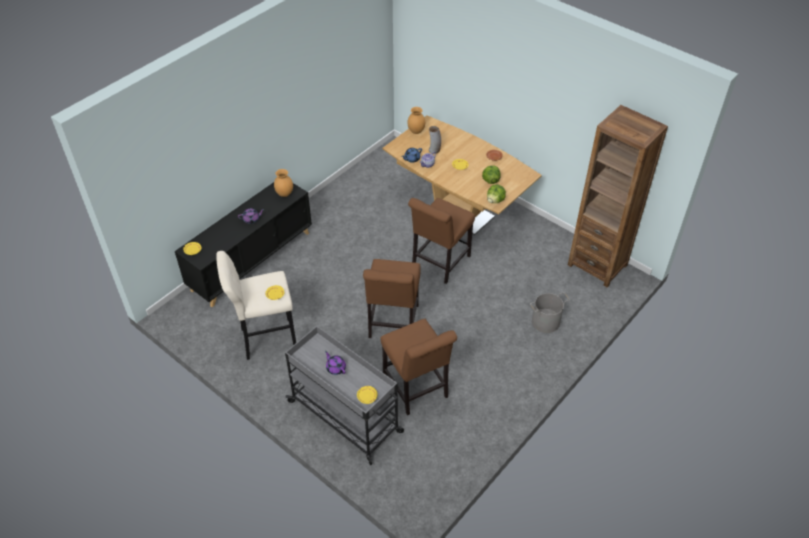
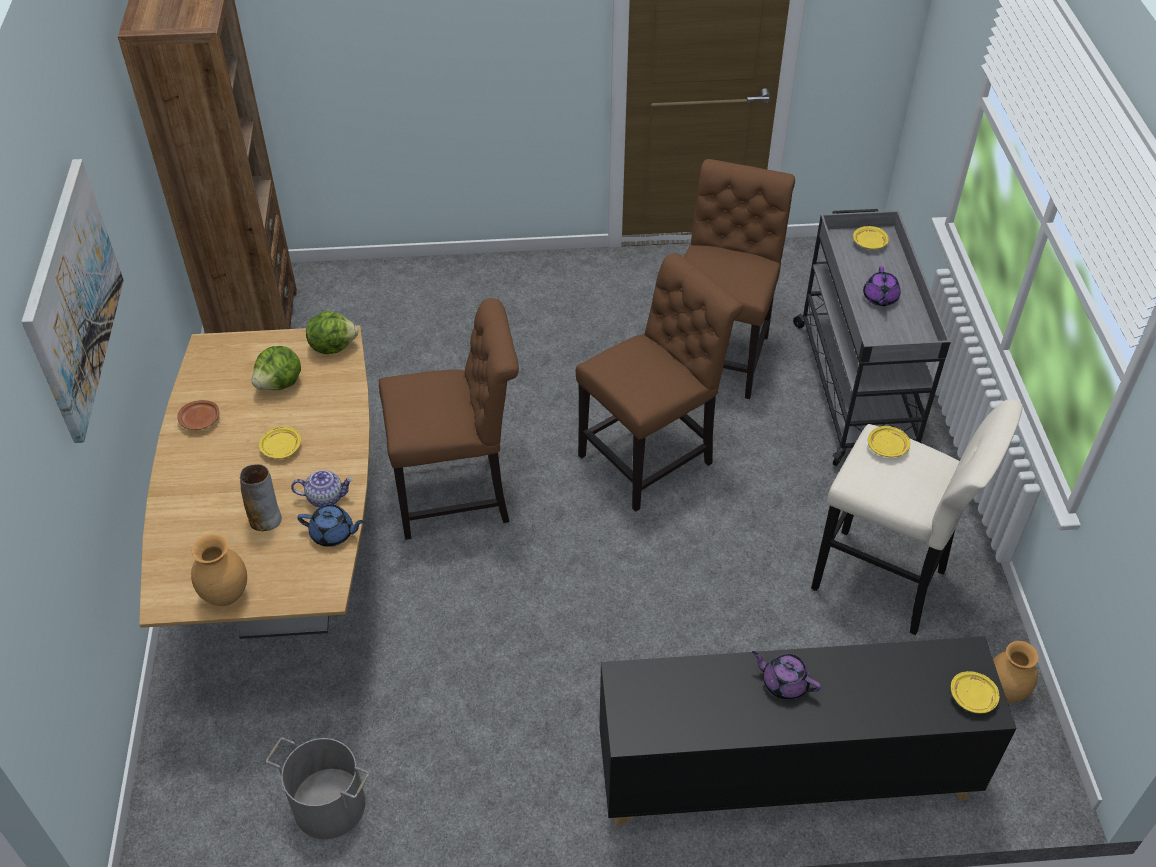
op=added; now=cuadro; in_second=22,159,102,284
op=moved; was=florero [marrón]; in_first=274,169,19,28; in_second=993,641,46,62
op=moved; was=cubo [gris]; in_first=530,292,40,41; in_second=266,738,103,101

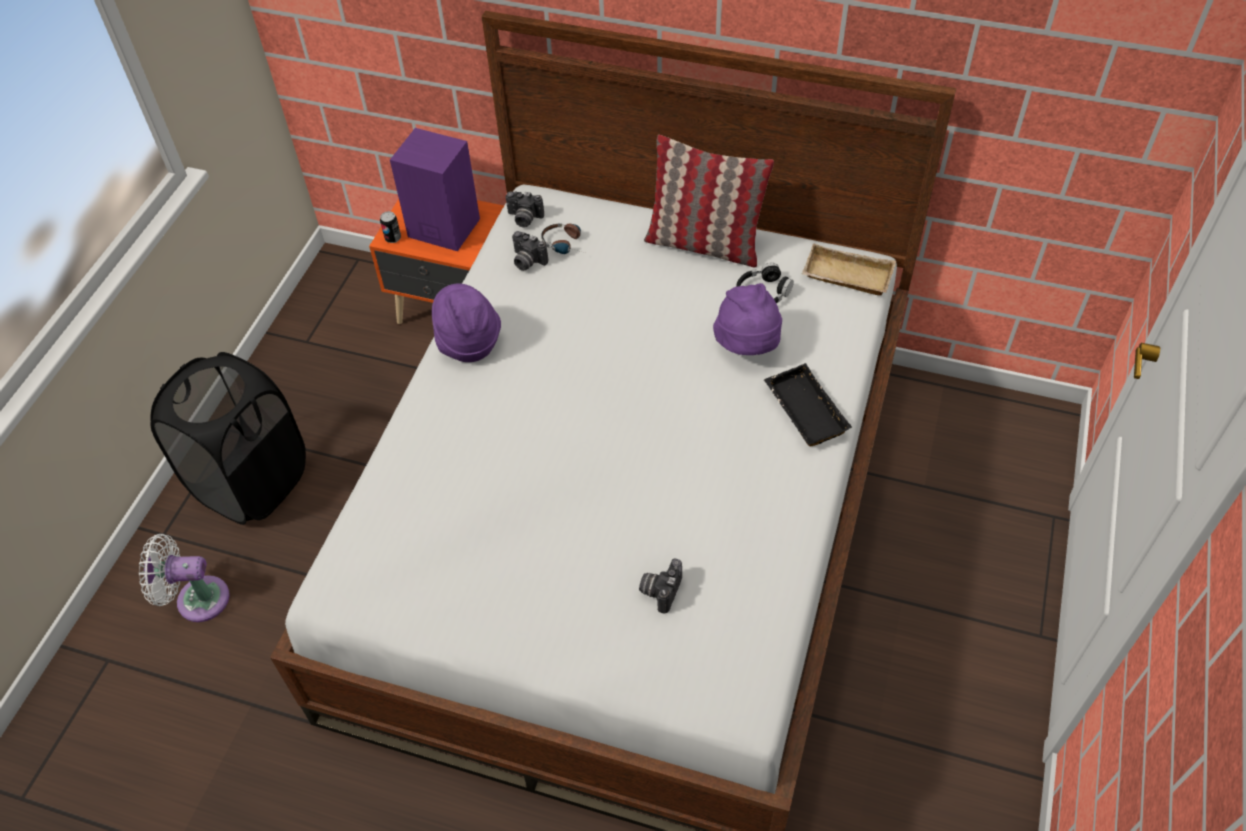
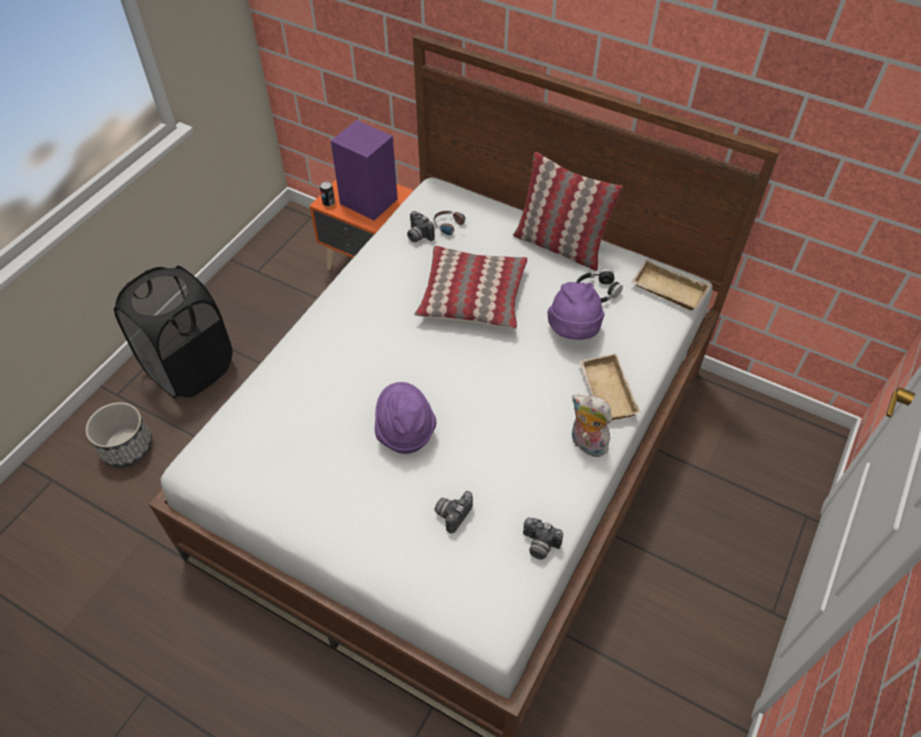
op=added; now=cojín; in_second=414,246,114,83
op=added; now=peluche; in_second=572,395,40,62
op=moved; was=sombrero [morado]; in_first=432,283,69,79; in_second=375,382,61,72
op=moved; was=cámara; in_first=505,191,39,36; in_second=523,517,40,43
op=replaced; was=ventilador [blanco]; now=maceta; in_first=139,534,91,88; in_second=86,402,66,66
op=recoloured; was=bandeja [negro]; now=bandeja [beis]; in_first=764,363,88,83; in_second=579,354,61,67

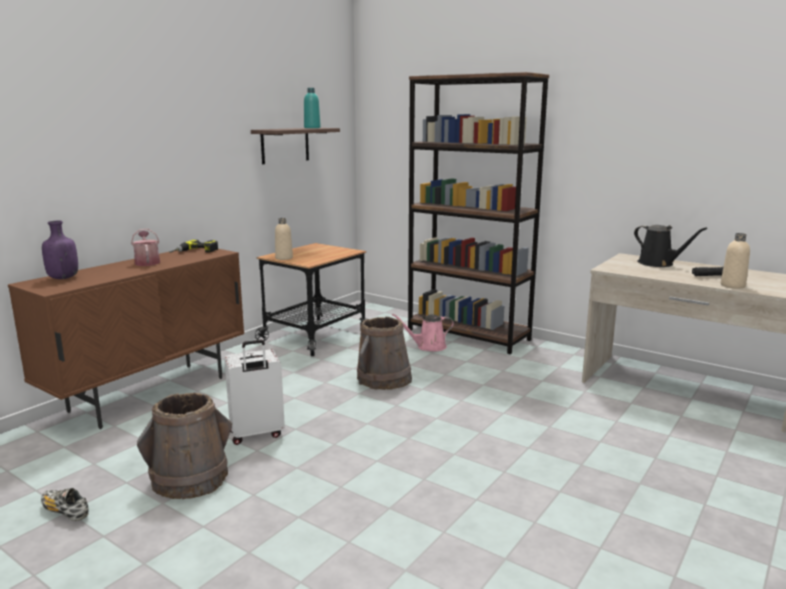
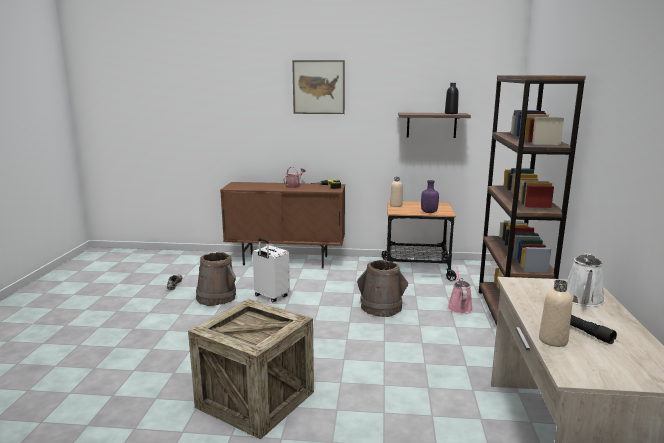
op=added; now=caja de embalaje; in_second=188,299,126,141
op=added; now=cuadro; in_second=292,60,53,54
op=moved; was=botella [morado]; in_first=42,221,36,58; in_second=421,180,18,33
op=recoloured; was=botella [turquesa]; now=botella [negro]; in_first=304,88,17,40; in_second=445,83,14,31
op=recoloured; was=regadera [negro]; now=regadera [blanco]; in_first=634,225,73,42; in_second=567,253,38,54
op=turned; was=regadera [rosa]; in_first=392,314,62,37; in_second=448,266,25,48; clockwise=45

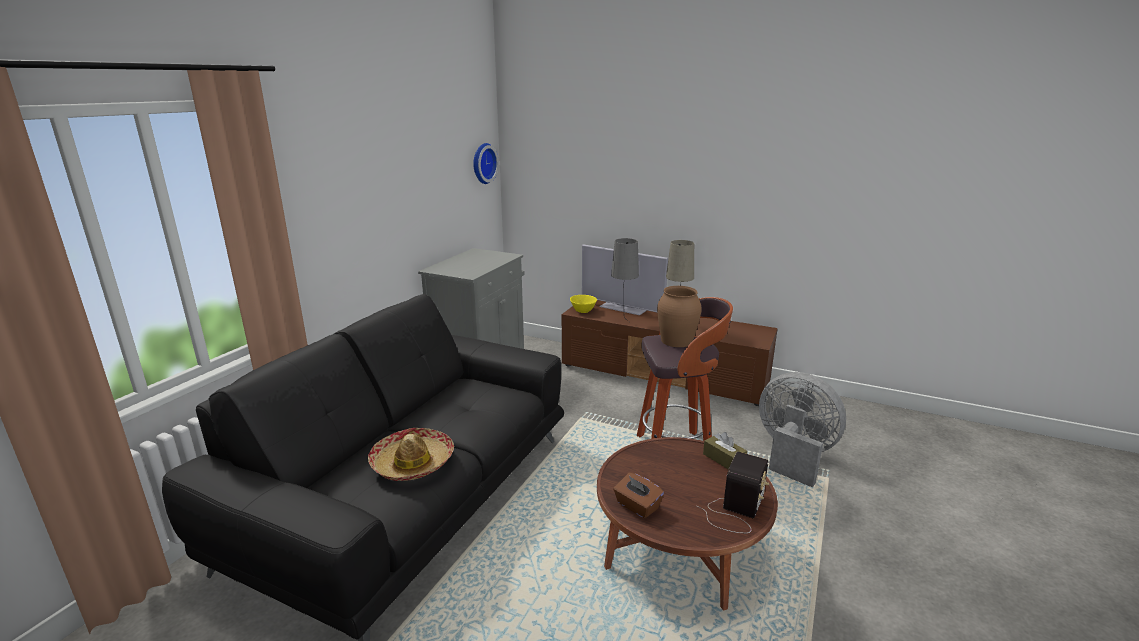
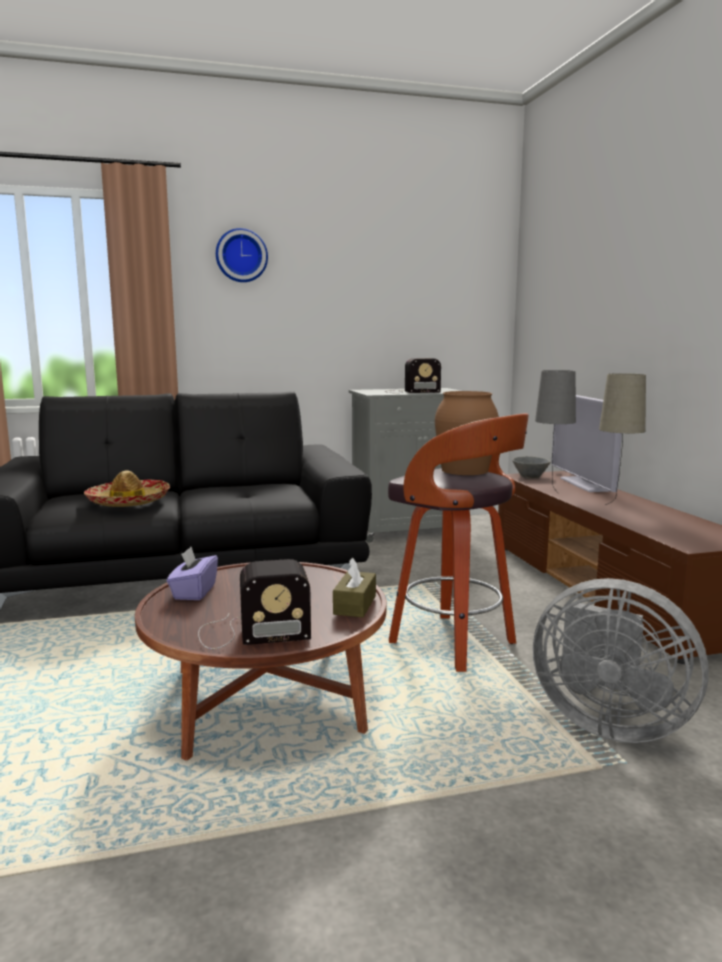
op=added; now=radio; in_second=385,358,56,35
op=moved; was=reloj de pared; in_first=473,143,26,41; in_second=216,228,52,54
op=recoloured; was=cuenco [amarillo]; now=cuenco [gris]; in_first=570,295,27,18; in_second=513,456,38,23
op=recoloured; was=caja de pañuelos [marrón]; now=caja de pañuelos [morado]; in_first=613,472,51,46; in_second=167,547,51,53
op=turned; was=ventilador [gris]; in_first=759,372,87,115; in_second=533,578,176,165; clockwise=120

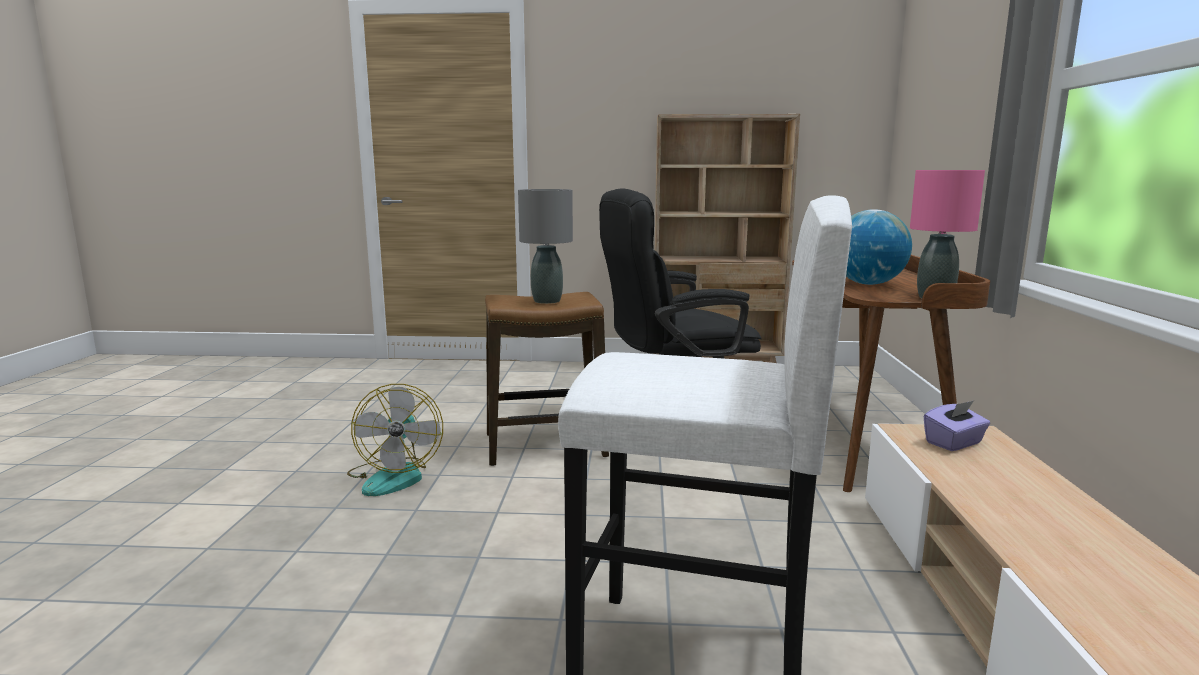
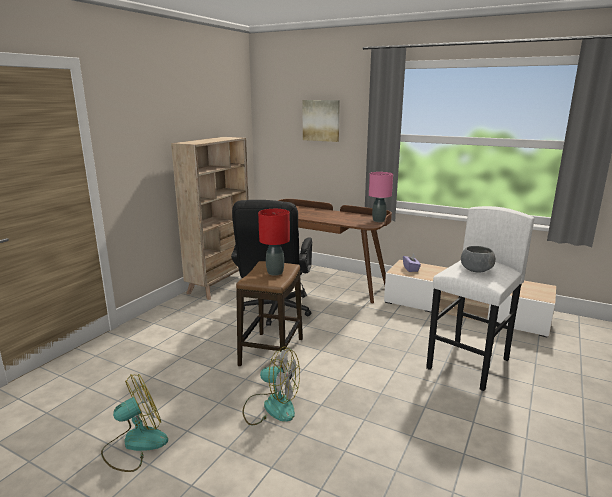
op=removed; was=globo terráqueo; in_first=846,209,66,76
op=added; now=ventilador; in_second=101,374,67,98
op=added; now=cuadro; in_second=303,100,37,42
op=added; now=cuenco [gris]; in_second=461,246,35,27
op=recoloured; was=lámpara de mesa [gris]; now=lámpara de mesa [rojo]; in_first=518,189,55,115; in_second=258,209,32,67

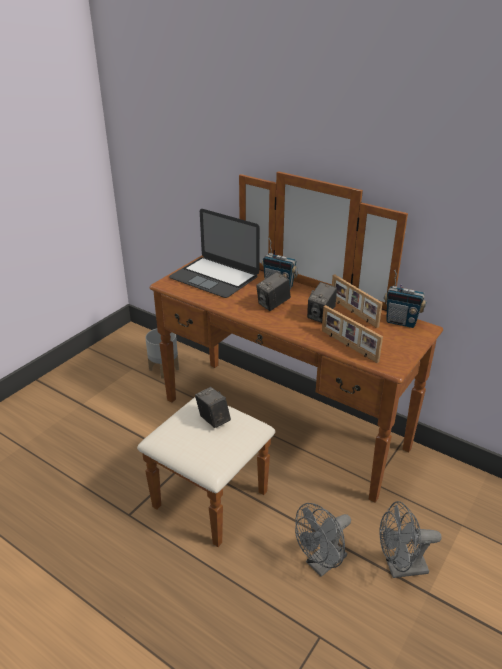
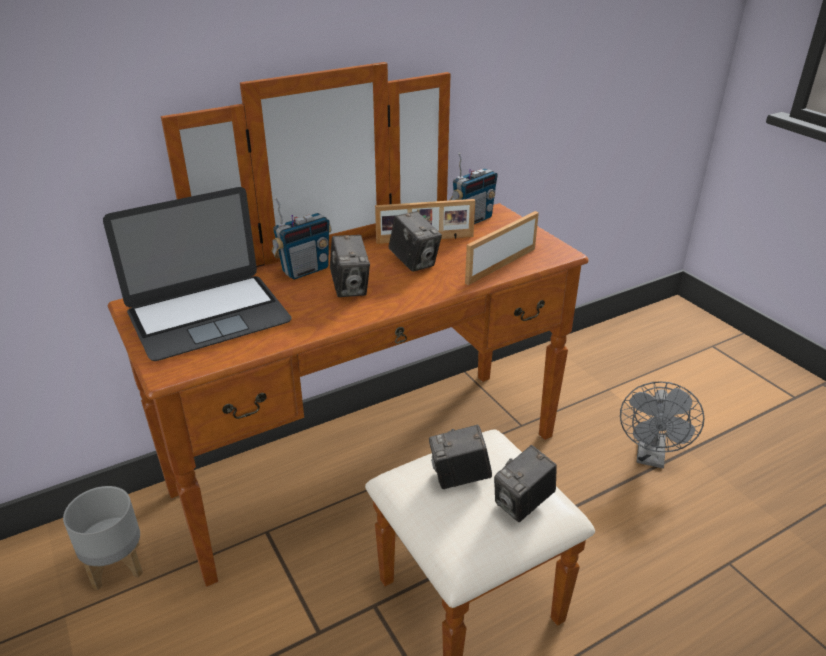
op=removed; was=ventilador [gris]; in_first=295,503,56,74
op=added; now=cámara; in_second=494,445,63,77
op=turned; was=portarretratos; in_first=322,305,61,58; in_second=465,211,74,74; clockwise=150

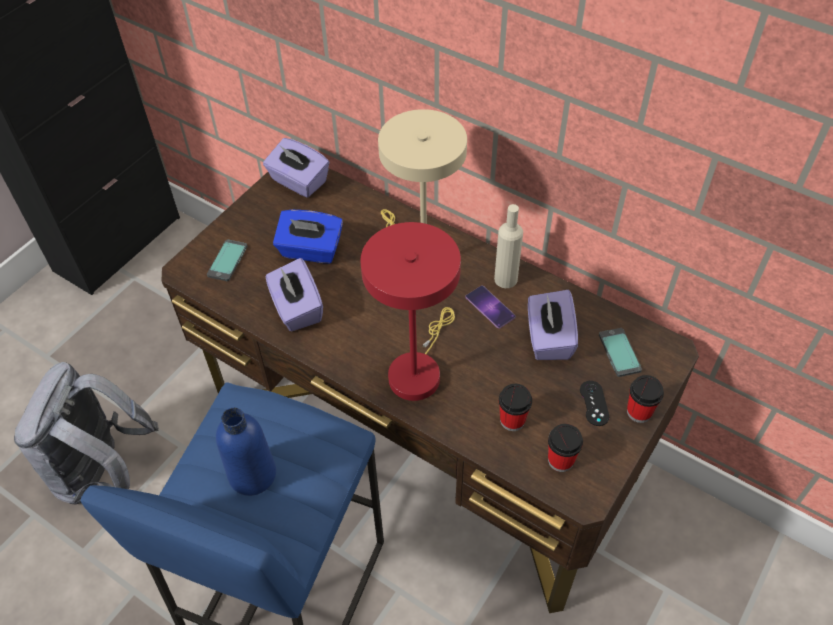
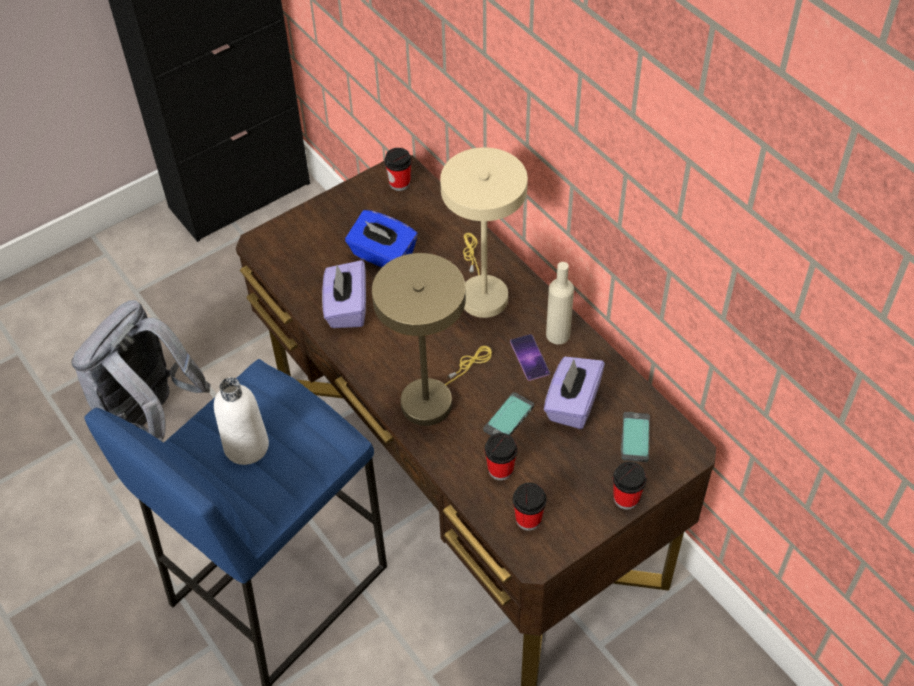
op=removed; was=mando de consola [negro]; in_first=580,381,29,45
op=moved; was=móvil; in_first=207,239,40,42; in_second=483,392,51,44
op=replaced; was=caja de pañuelos [morado]; now=taza; in_first=263,138,66,60; in_second=384,148,28,43
op=recoloured; was=botella [azul]; now=botella [blanco]; in_first=216,408,60,88; in_second=214,377,55,88
op=recoloured; was=lámpara de mesa [rojo]; now=lámpara de mesa [beis]; in_first=360,222,101,179; in_second=372,253,120,173

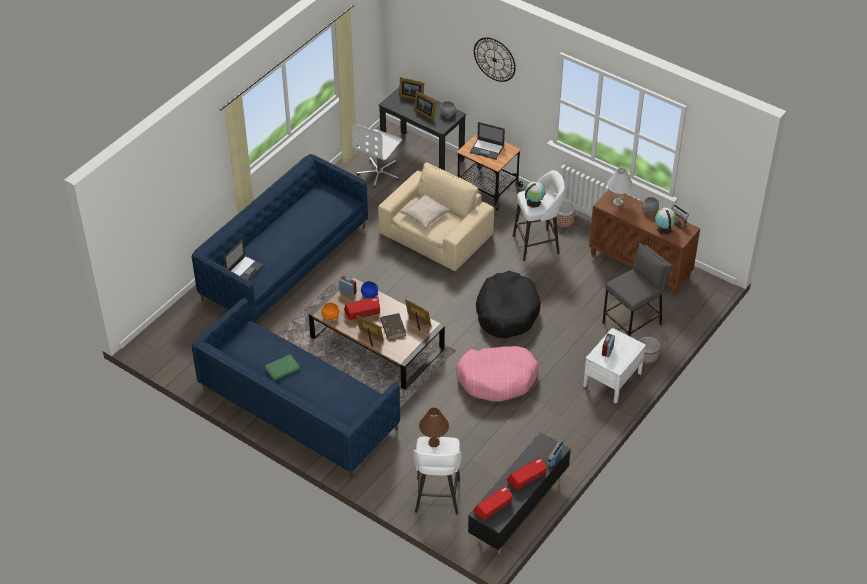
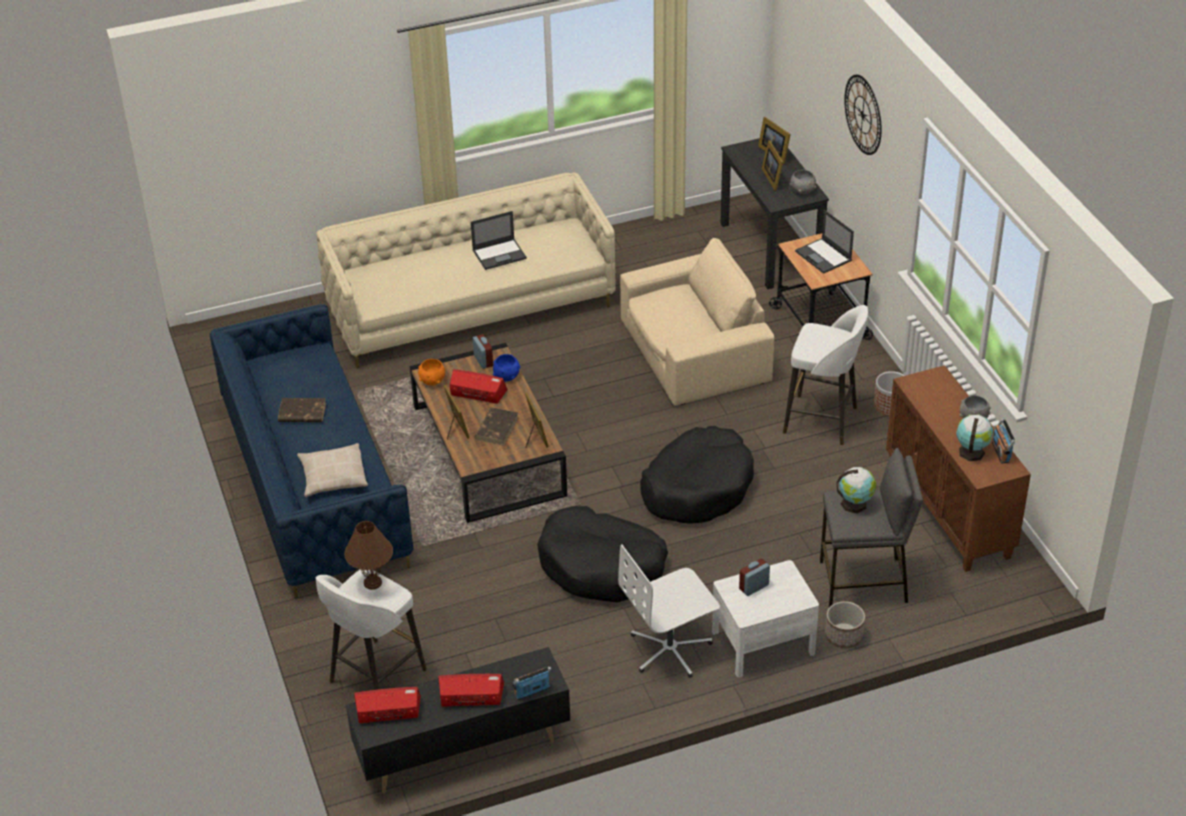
op=removed; was=lámpara de mesa [blanco]; in_first=607,168,26,38
op=moved; was=portátil; in_first=224,239,40,41; in_second=471,211,56,59
op=moved; was=silla de oficina [blanco]; in_first=352,123,50,64; in_second=618,545,102,133
op=moved; was=cojín [beis]; in_first=400,193,51,36; in_second=297,443,71,54
op=moved; was=globo terráqueo; in_first=525,182,21,26; in_second=837,467,39,46
op=recoloured; was=sofá [azul]; now=sofá [beis]; in_first=192,154,176,169; in_second=316,172,300,196
op=recoloured; was=libro [verde]; now=libro [marrón]; in_first=265,354,35,27; in_second=278,398,48,24
op=recoloured; was=cama para perro [rosa]; now=cama para perro [negro]; in_first=456,346,83,56; in_second=537,506,131,97

